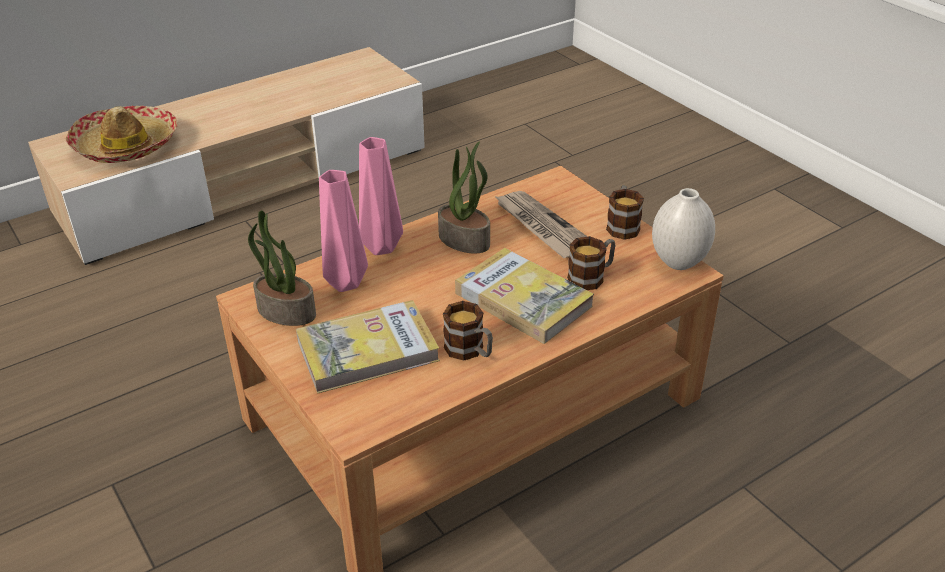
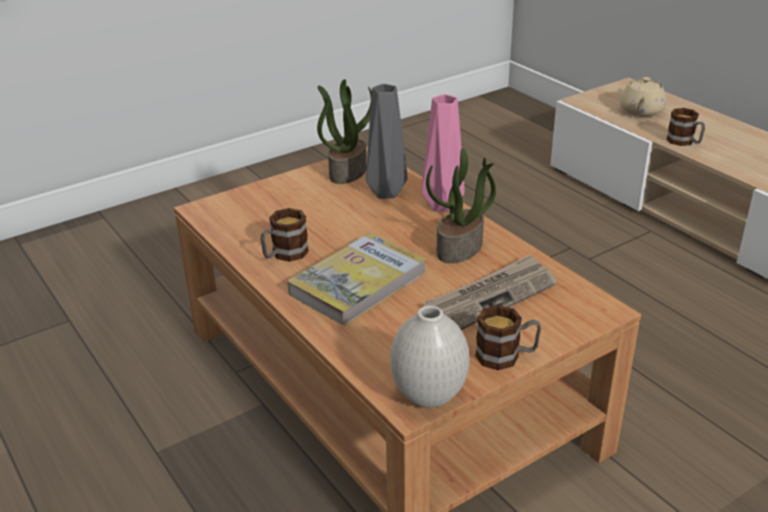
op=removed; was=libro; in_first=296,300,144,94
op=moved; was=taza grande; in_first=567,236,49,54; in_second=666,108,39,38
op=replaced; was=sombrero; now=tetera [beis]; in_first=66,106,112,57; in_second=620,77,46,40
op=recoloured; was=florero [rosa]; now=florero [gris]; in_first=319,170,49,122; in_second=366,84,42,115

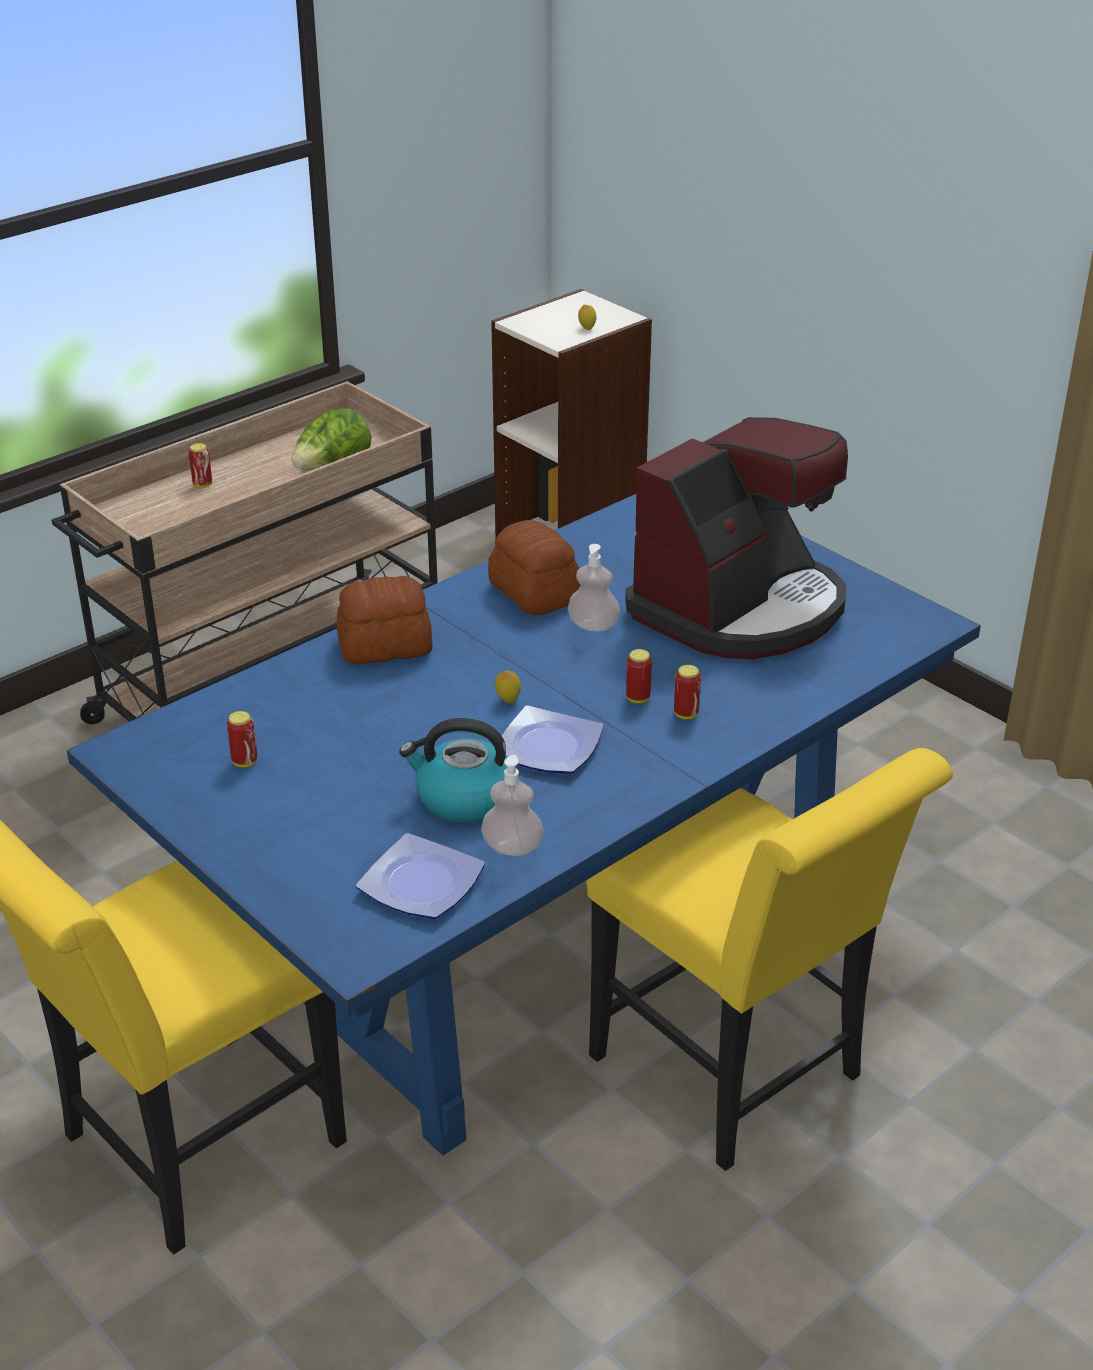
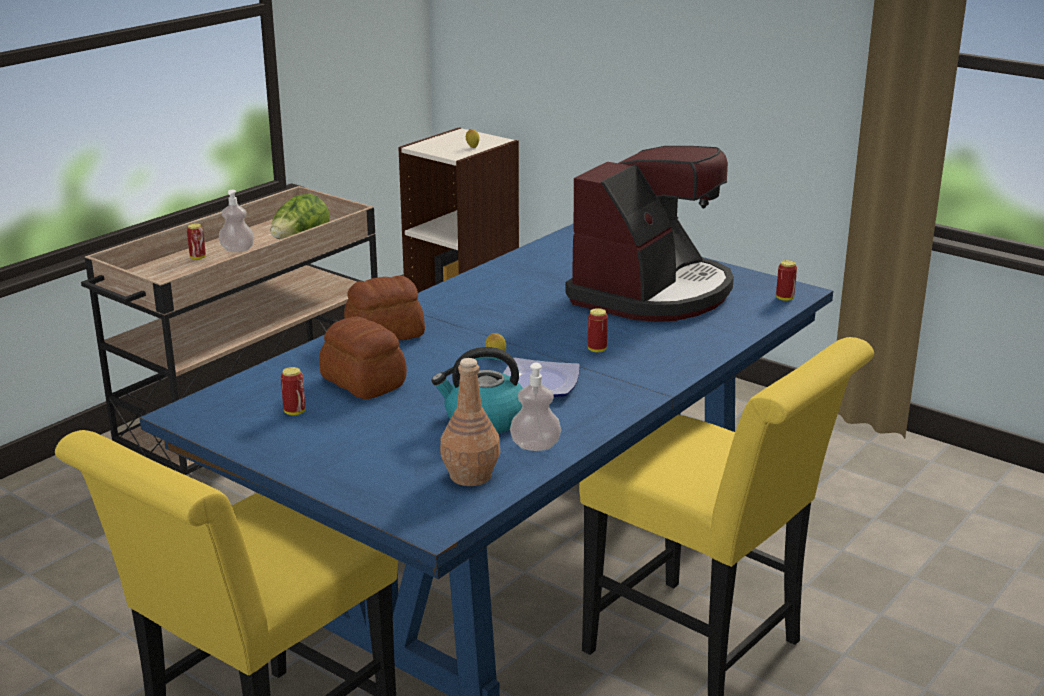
op=moved; was=pan; in_first=488,520,92,96; in_second=319,317,88,82
op=moved; was=dispensador de jabón; in_first=568,544,52,87; in_second=218,190,36,62
op=moved; was=lata; in_first=674,665,27,54; in_second=776,260,21,41
op=replaced; was=plato; now=botella [marrón]; in_first=356,833,129,86; in_second=440,358,60,128

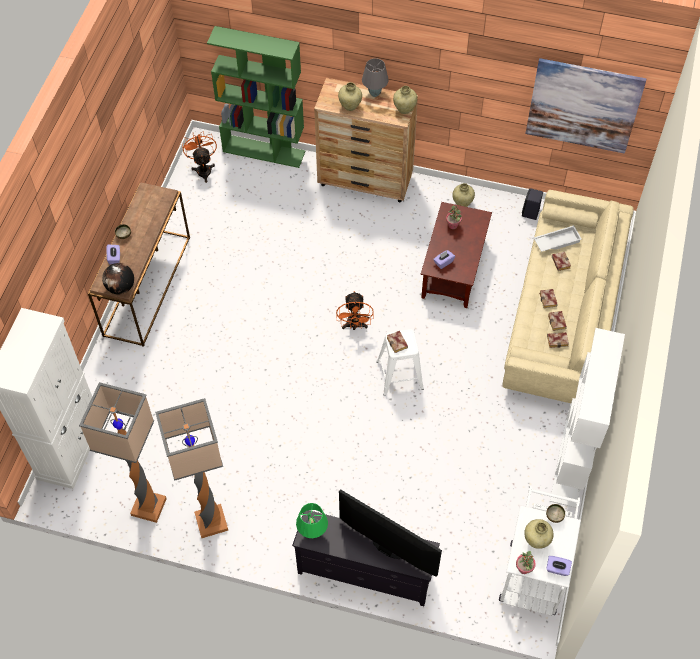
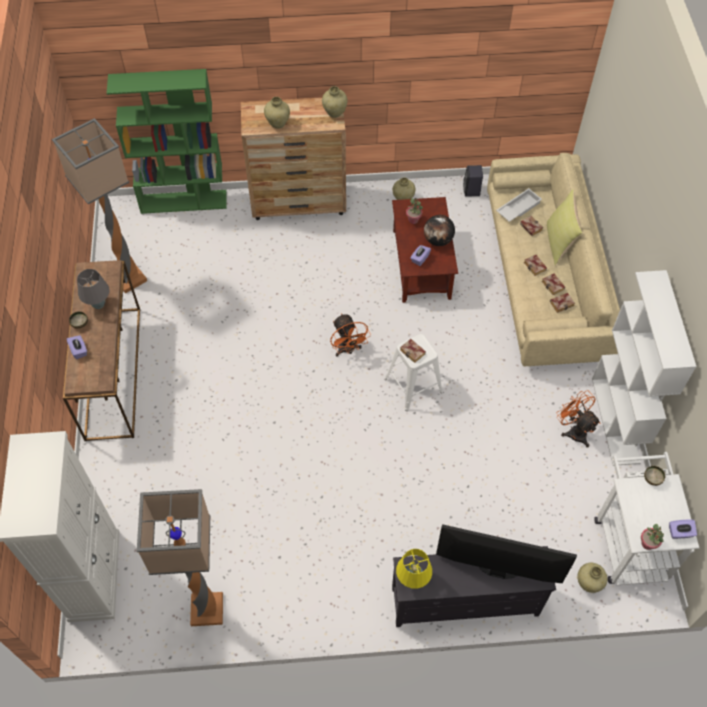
op=removed; was=cuadro; in_first=525,58,121,96
op=added; now=cojín [amarillo]; in_second=547,189,35,76
op=moved; was=globo terráqueo; in_first=102,263,32,31; in_second=424,215,31,31
op=moved; was=lámpara de pie; in_first=155,398,73,140; in_second=52,118,95,176
op=moved; was=ventilador [naranja]; in_first=182,131,35,52; in_second=557,390,43,57
op=moved; was=lámpara de mesa [gris]; in_first=362,58,27,39; in_second=77,269,33,40
op=moved; was=florero [beis]; in_first=524,519,30,30; in_second=577,563,30,30
op=recoloured; was=lámpara de mesa [verde]; now=lámpara de mesa [amarillo]; in_first=296,503,32,35; in_second=396,549,36,40

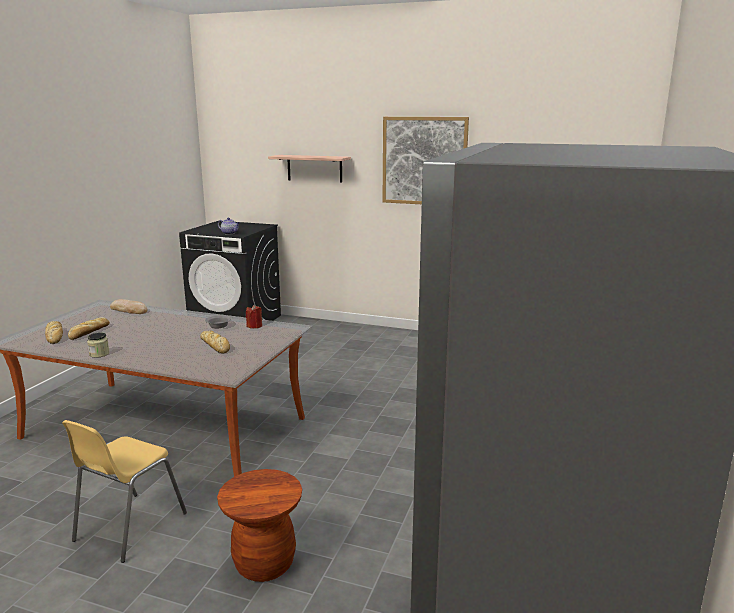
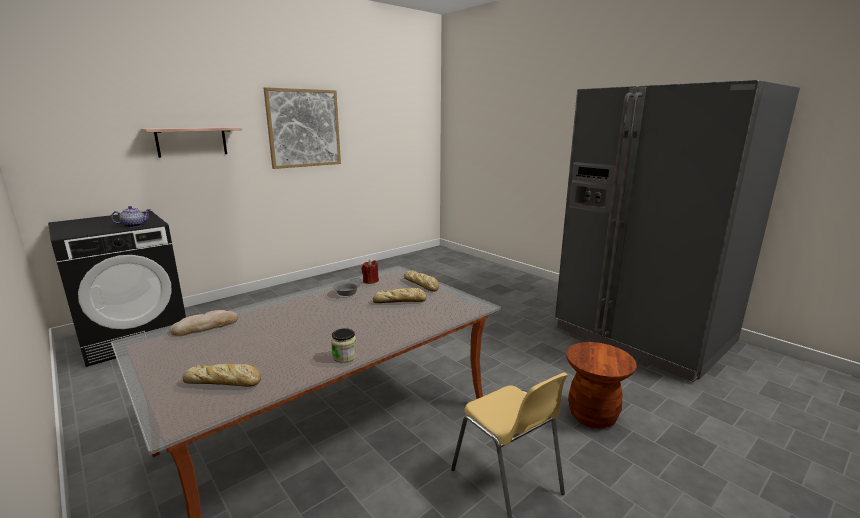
op=moved; was=pan; in_first=68,317,42,23; in_second=404,270,35,22

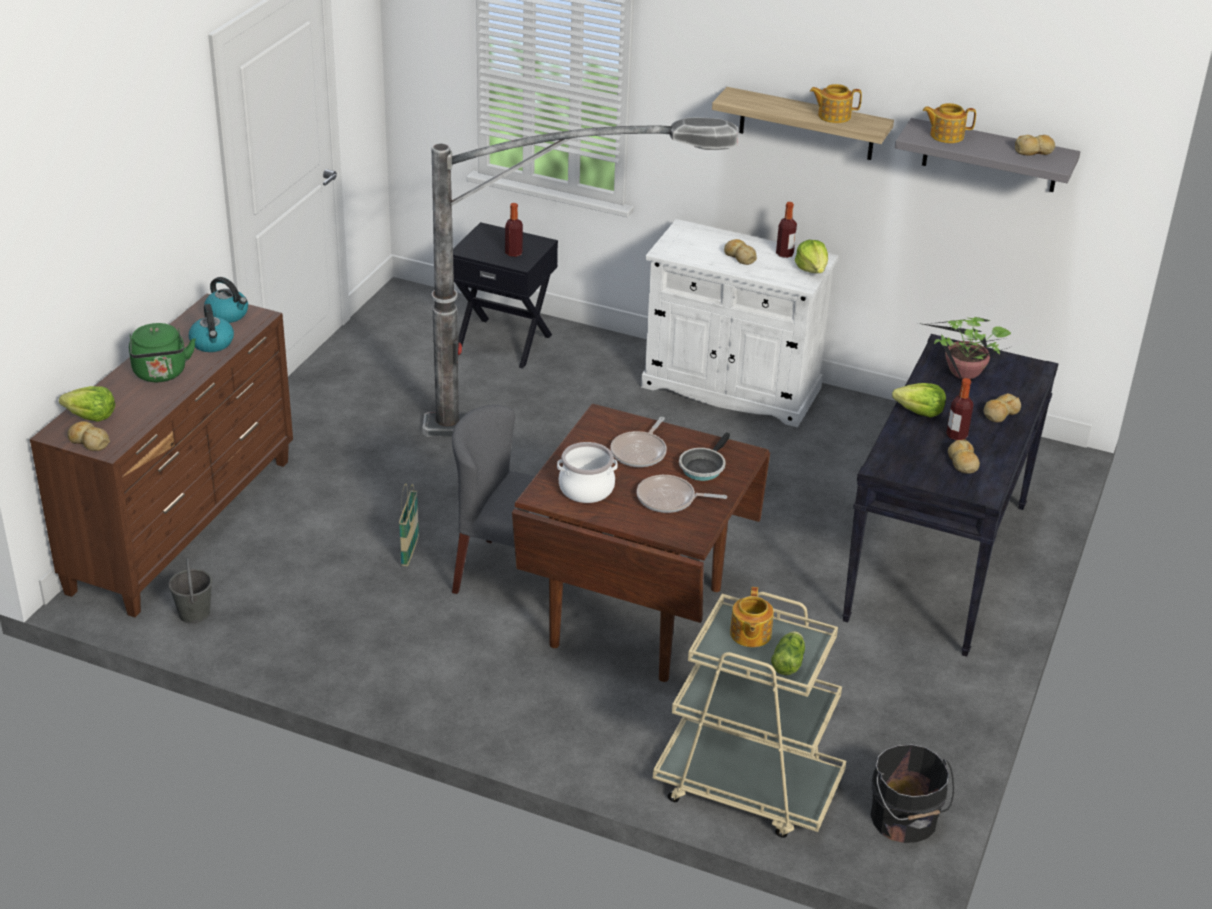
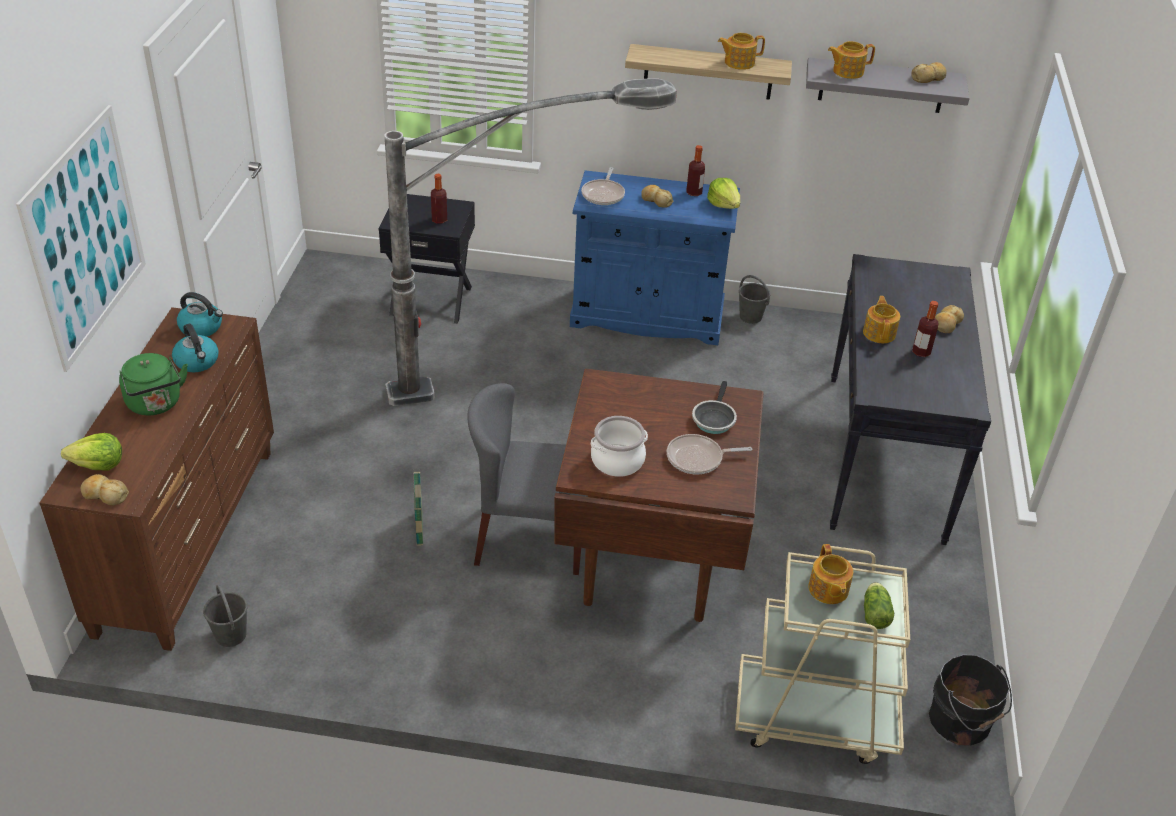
op=removed; was=planta en maceta; in_first=918,317,93,63
op=removed; was=pan; in_first=948,439,32,35
op=added; now=cuadro; in_second=16,105,130,267
op=added; now=cubo [gris]; in_second=739,275,32,49
op=moved; was=sartén; in_first=610,417,57,50; in_second=581,167,44,38
op=replaced; was=lechuga; now=tetera; in_first=892,383,54,35; in_second=863,296,37,47
op=recoloured; was=armario [blanco]; now=armario [azul]; in_first=641,219,198,208; in_second=570,170,170,175

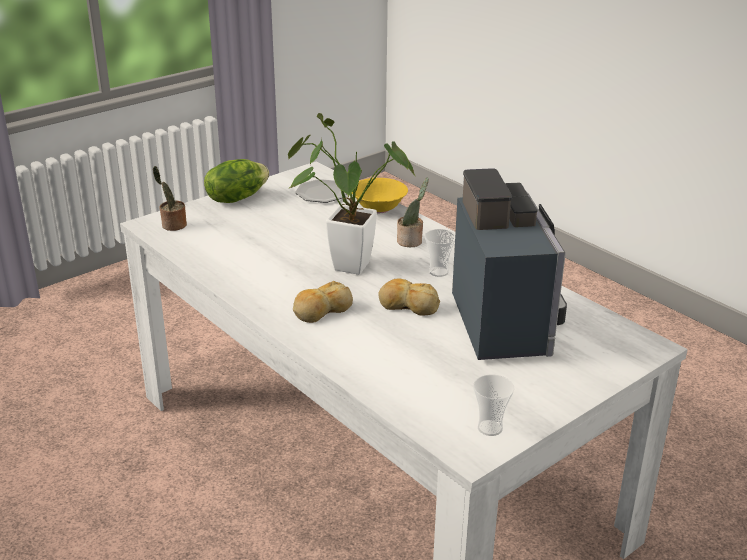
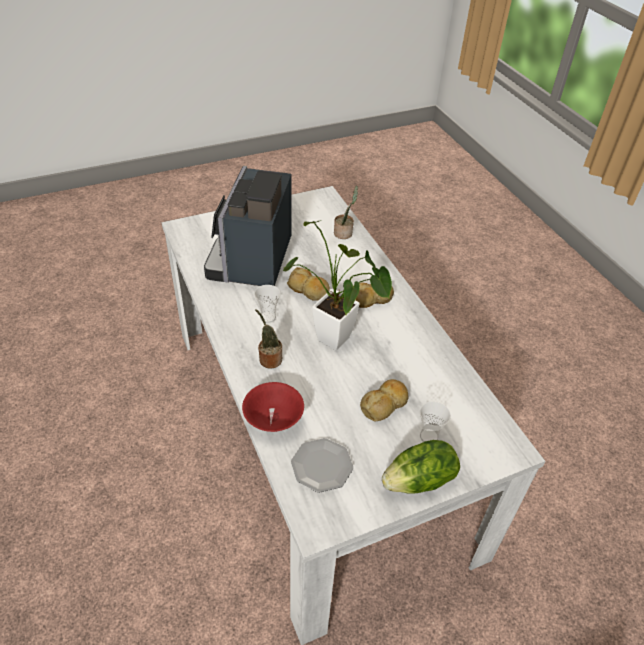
op=added; now=pan; in_second=360,379,48,43
op=moved; was=planta en maceta; in_first=153,166,34,65; in_second=334,186,24,53
op=moved; was=taza; in_first=473,375,42,61; in_second=420,401,31,41
op=recoloured; was=cuenco [amarillo]; now=cuenco [rojo]; in_first=352,178,56,35; in_second=242,382,62,50

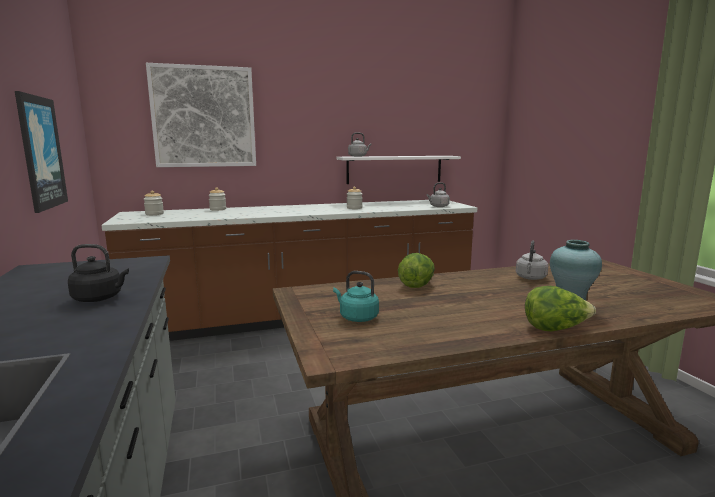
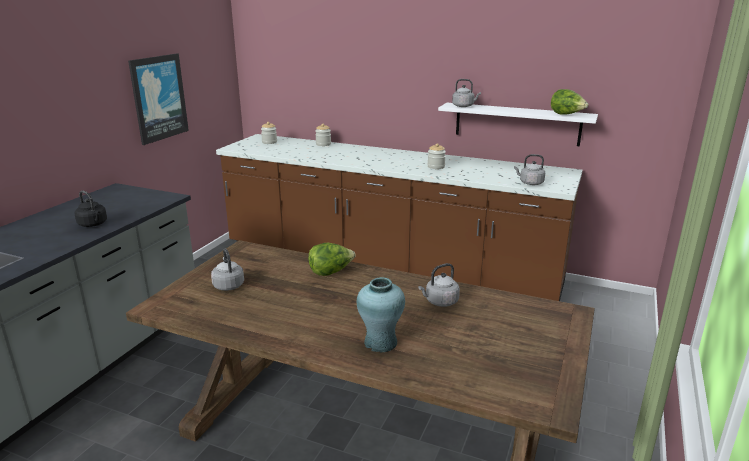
op=removed; was=cuadro; in_first=146,63,110,104
op=moved; was=lechuga; in_first=525,286,71,45; in_second=551,89,37,26
op=recoloured; was=hervidor [turquesa]; now=hervidor [gris]; in_first=333,271,46,51; in_second=211,249,33,42

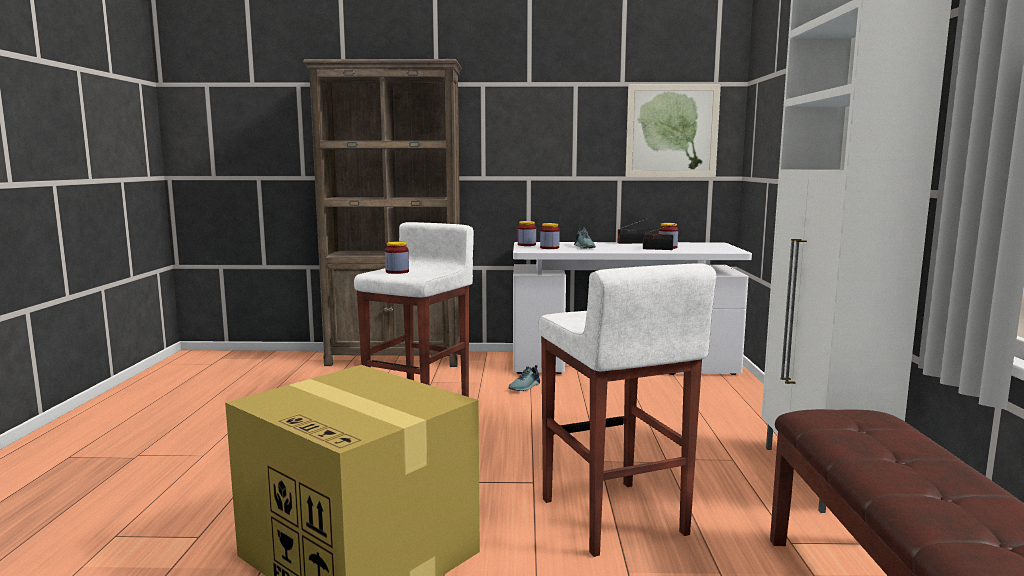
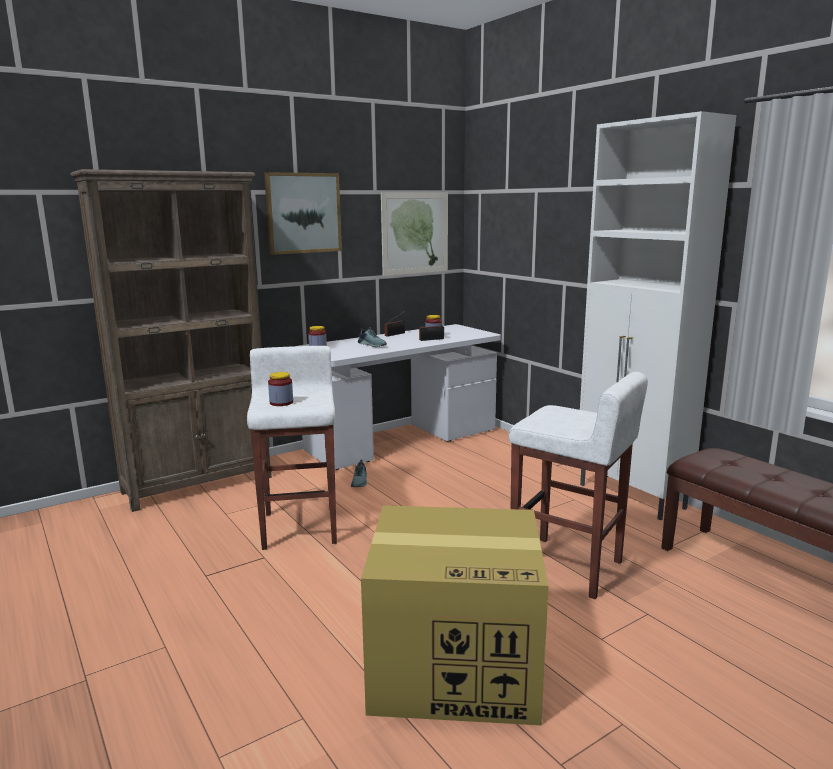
op=removed; was=tarro; in_first=540,223,20,26
op=added; now=cuadro; in_second=264,172,78,83

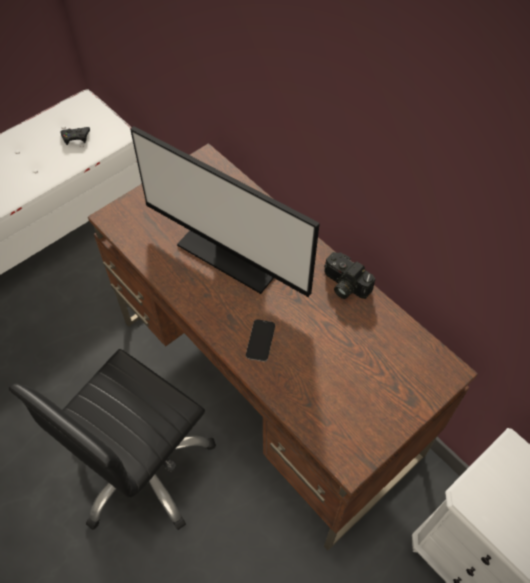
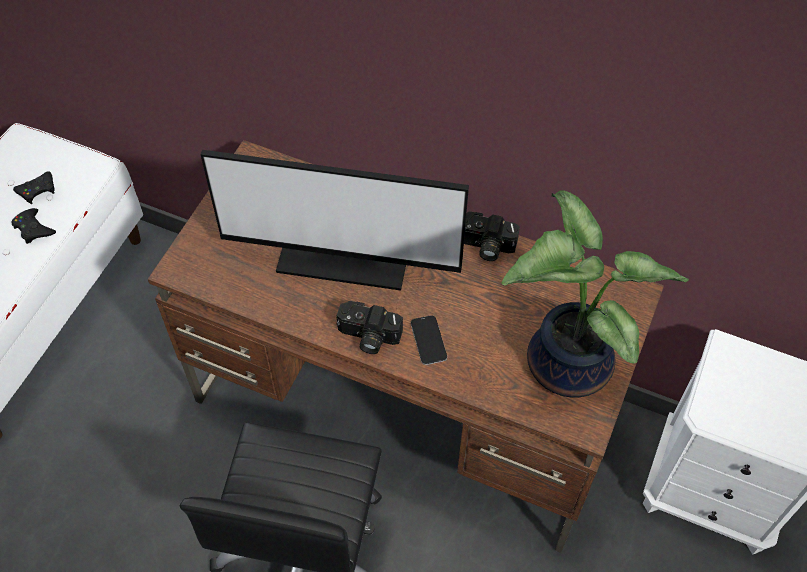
op=added; now=mando de consola [negro]; in_second=12,208,44,36
op=added; now=cámara; in_second=337,301,66,53
op=added; now=planta en maceta; in_second=501,190,188,207

